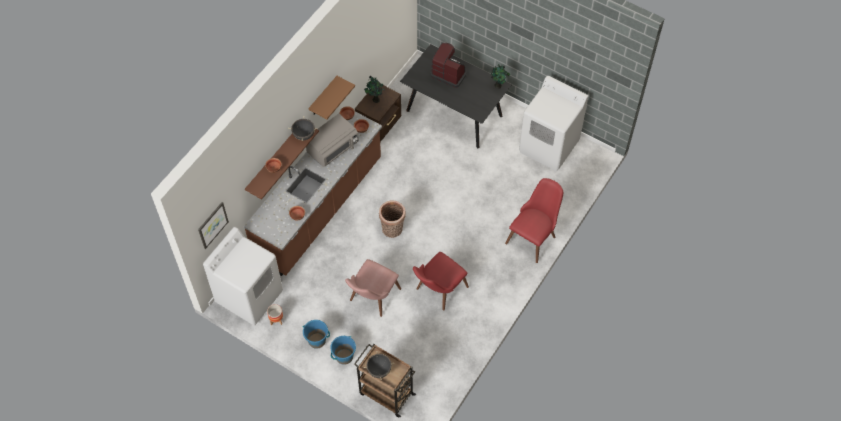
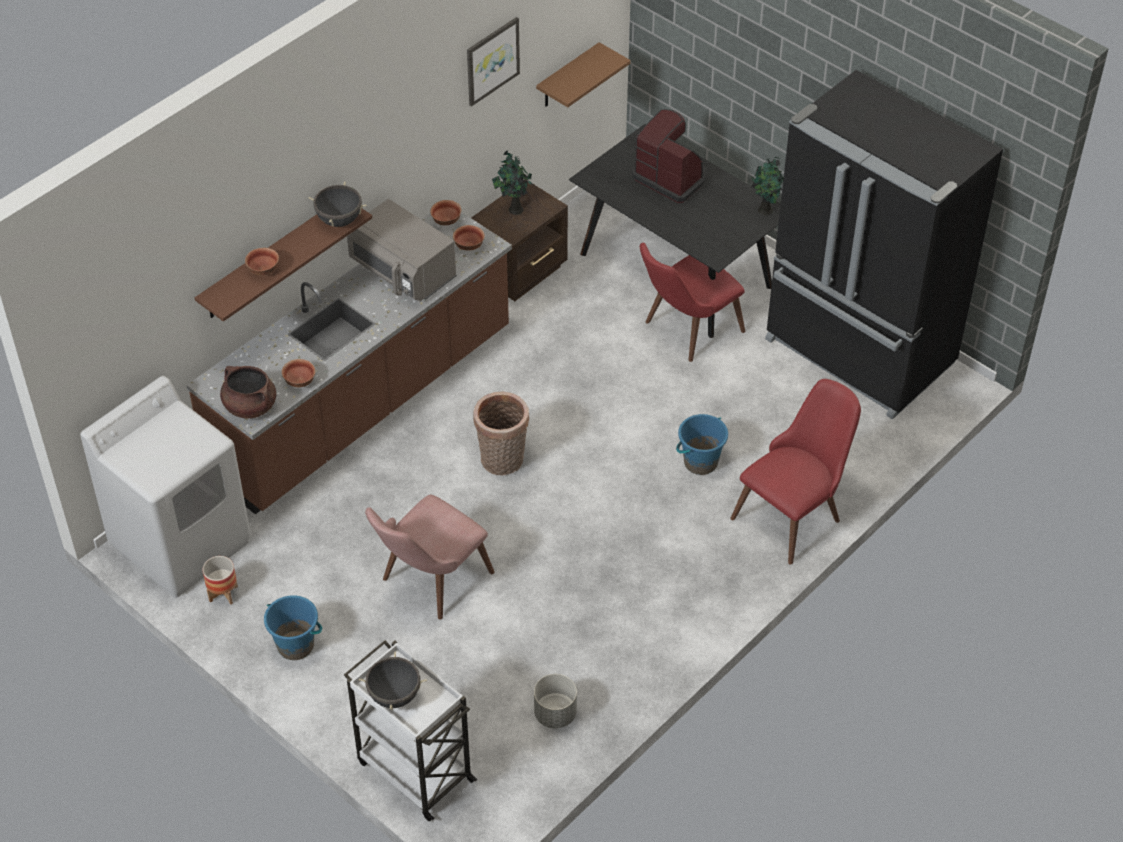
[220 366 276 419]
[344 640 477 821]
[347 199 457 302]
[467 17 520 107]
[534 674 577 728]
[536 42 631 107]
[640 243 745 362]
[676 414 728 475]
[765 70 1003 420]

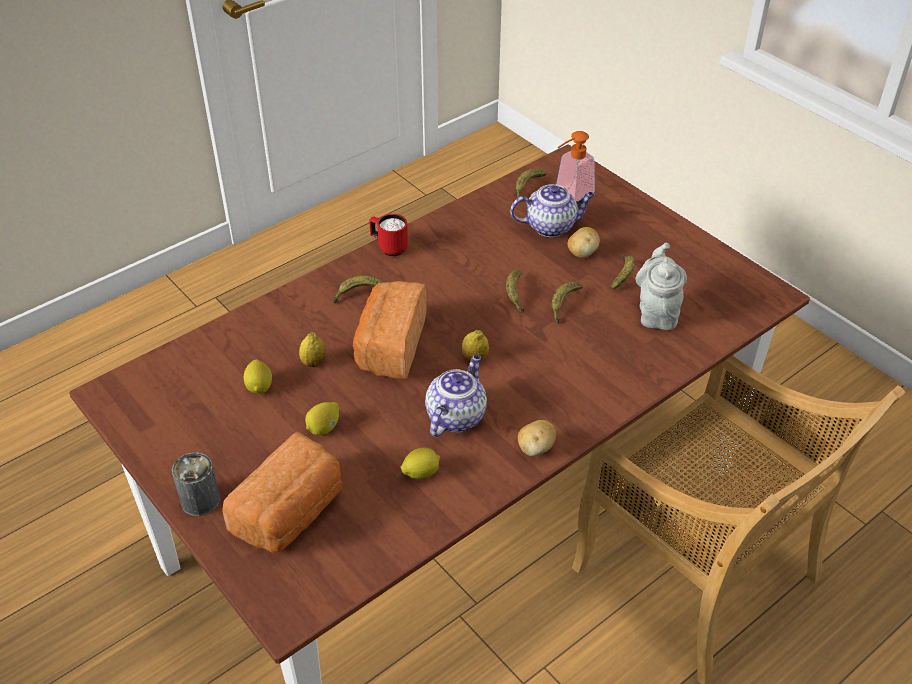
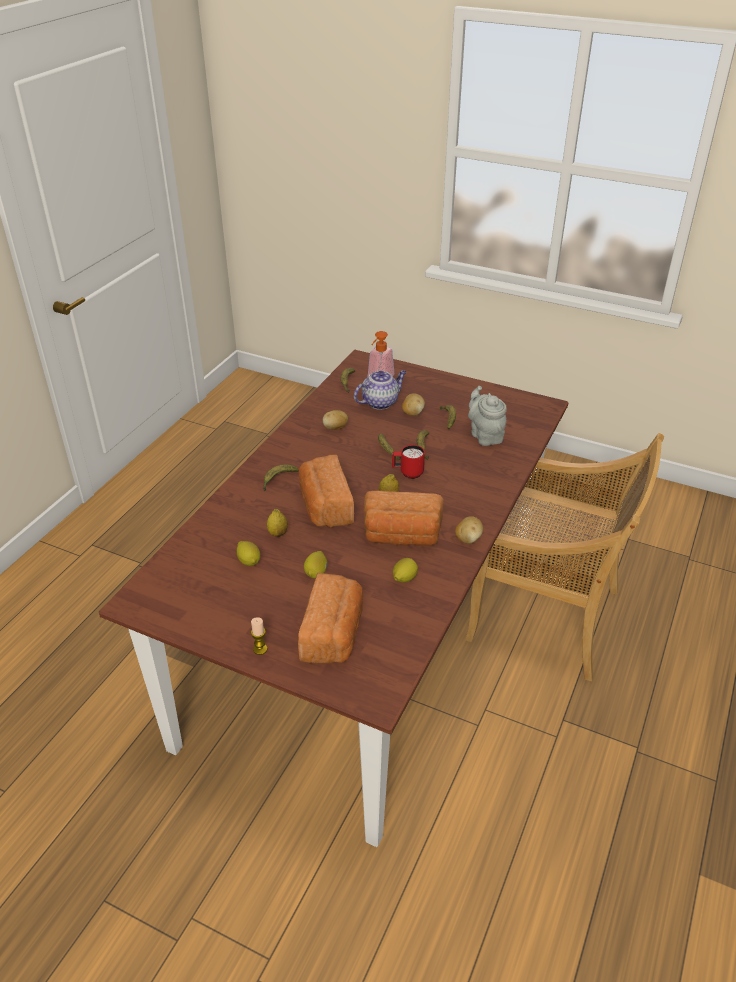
[251 617 267 655]
[322 410 348 430]
[364 491 444 546]
[392 445 425 479]

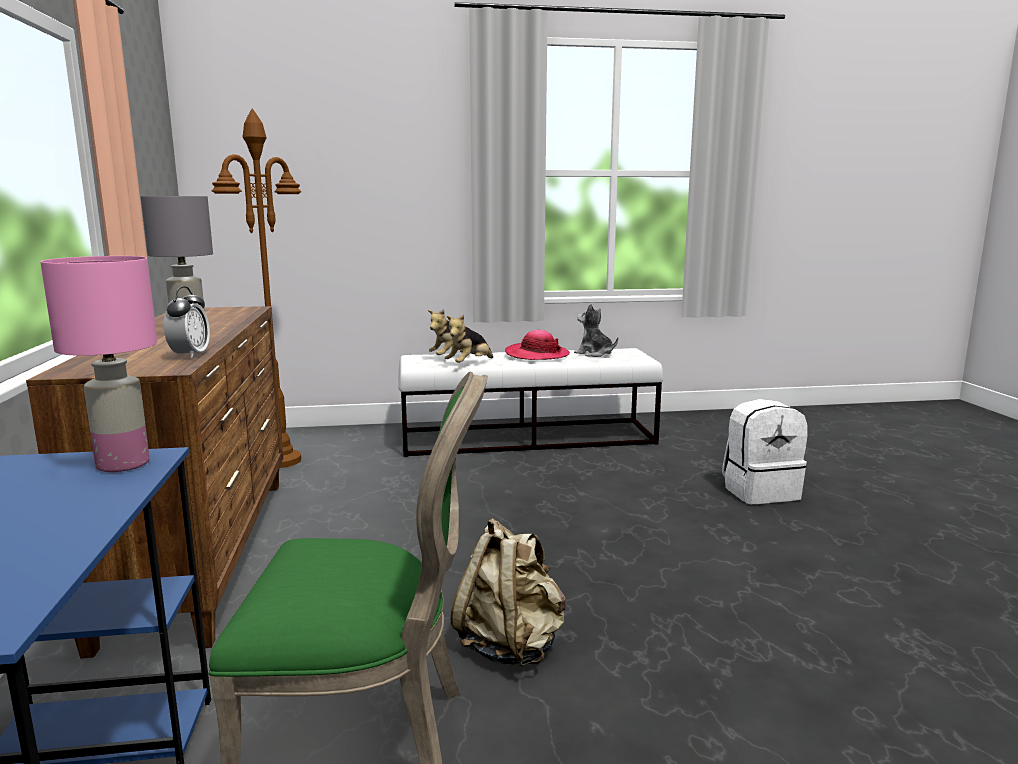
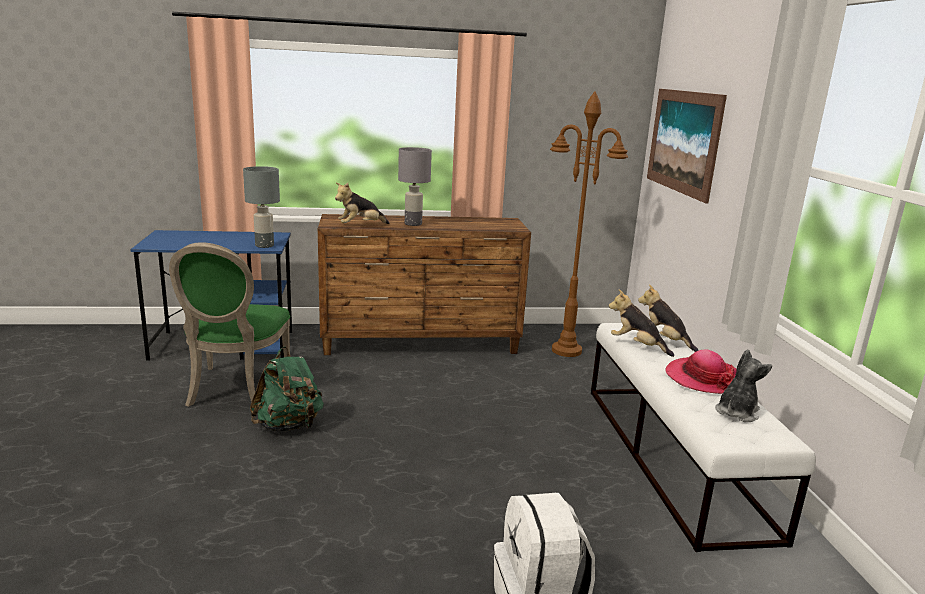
[243 166 280 248]
[250 347 324 431]
[335 182 390 224]
[647 89 727 203]

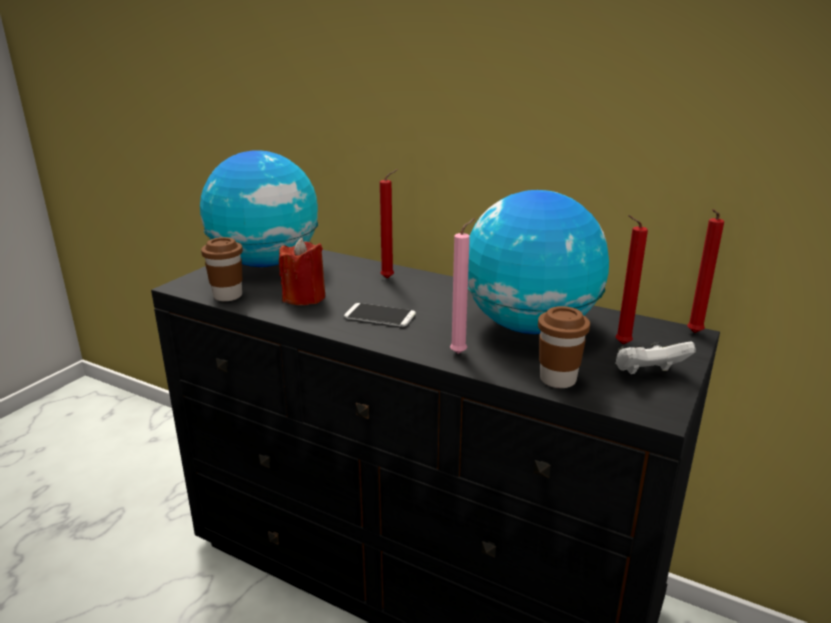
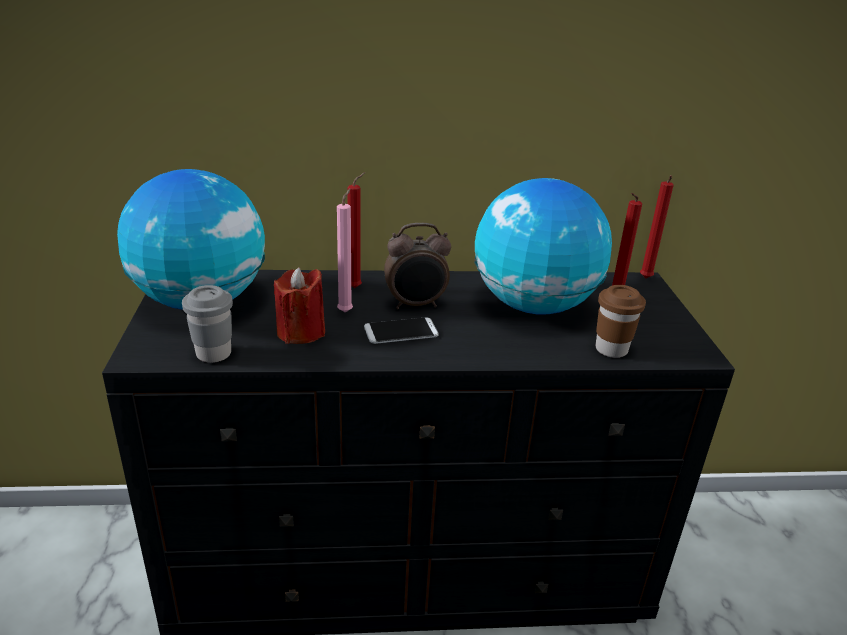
[182 285 233 363]
[337 189 353 312]
[384 223 451 309]
[615 341 696 374] (first image)

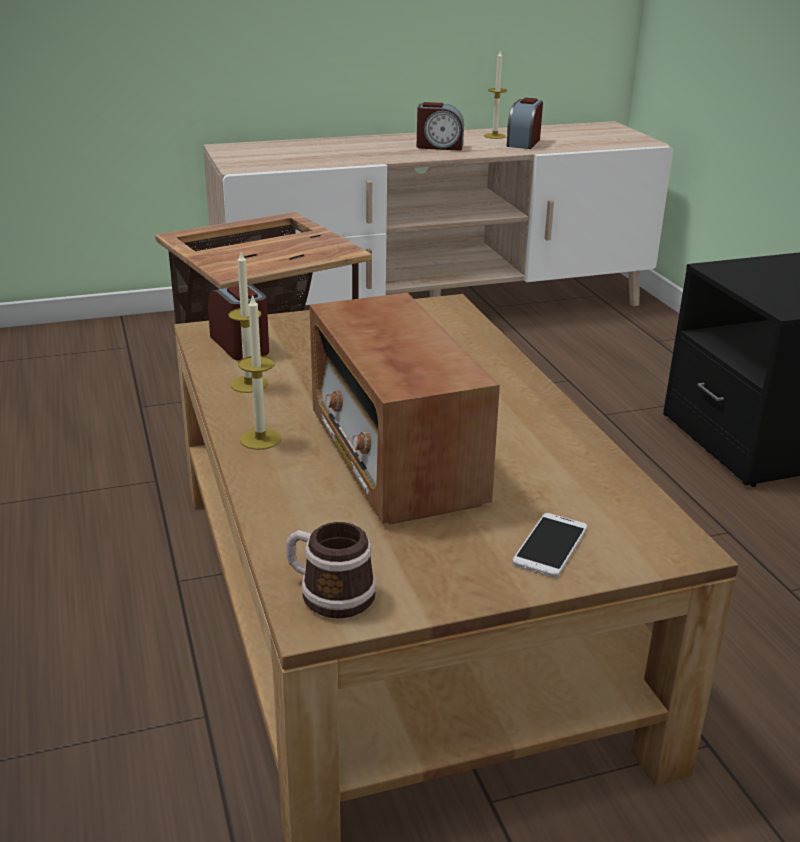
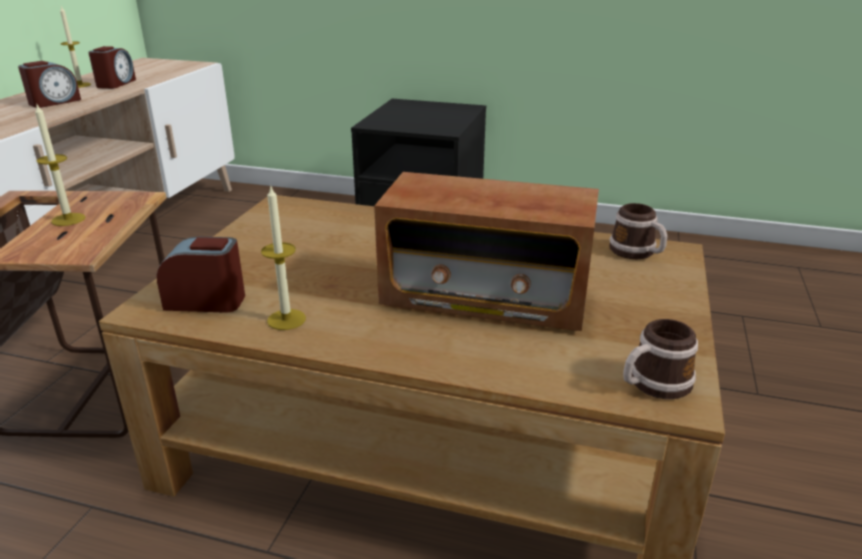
[35 105 86 226]
[88 46 136 89]
[609 203 667 259]
[512 513 587 577] (first image)

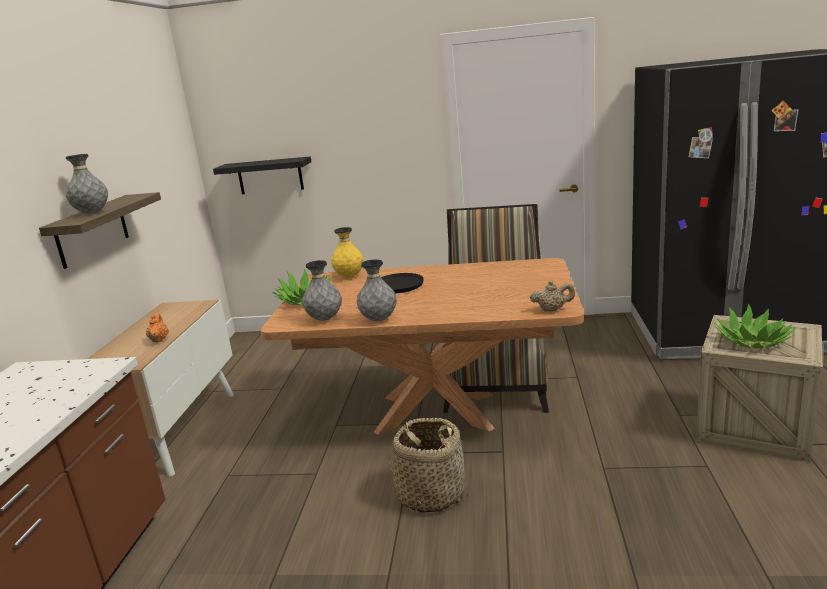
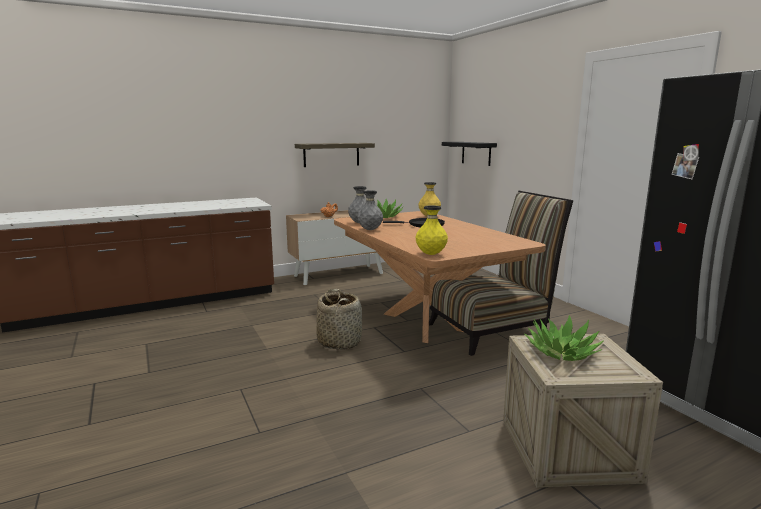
[416 205 448 255]
[66 154 108 214] (first image)

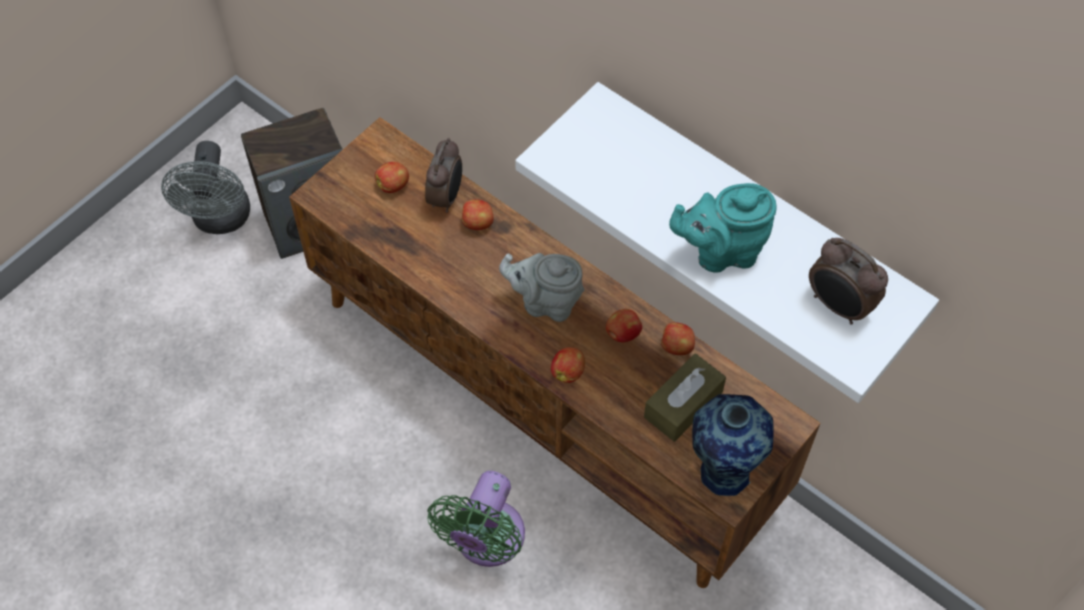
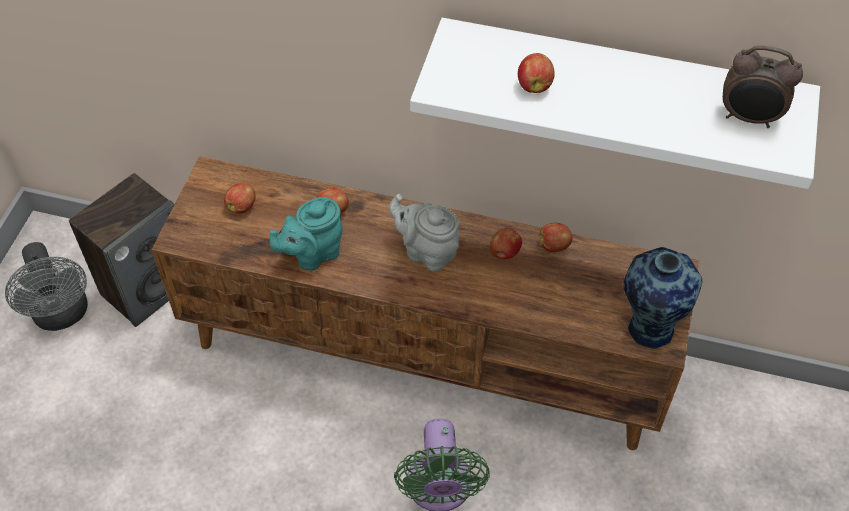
[269 197 342 271]
[389 194 460 272]
[518 53 555 93]
[425 138 462 213] (first image)
[644 353 726 442] (first image)

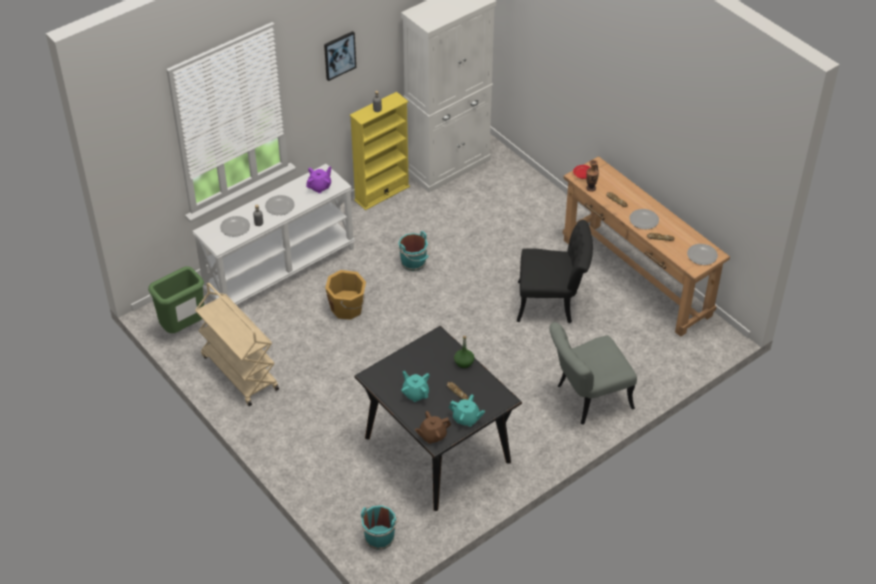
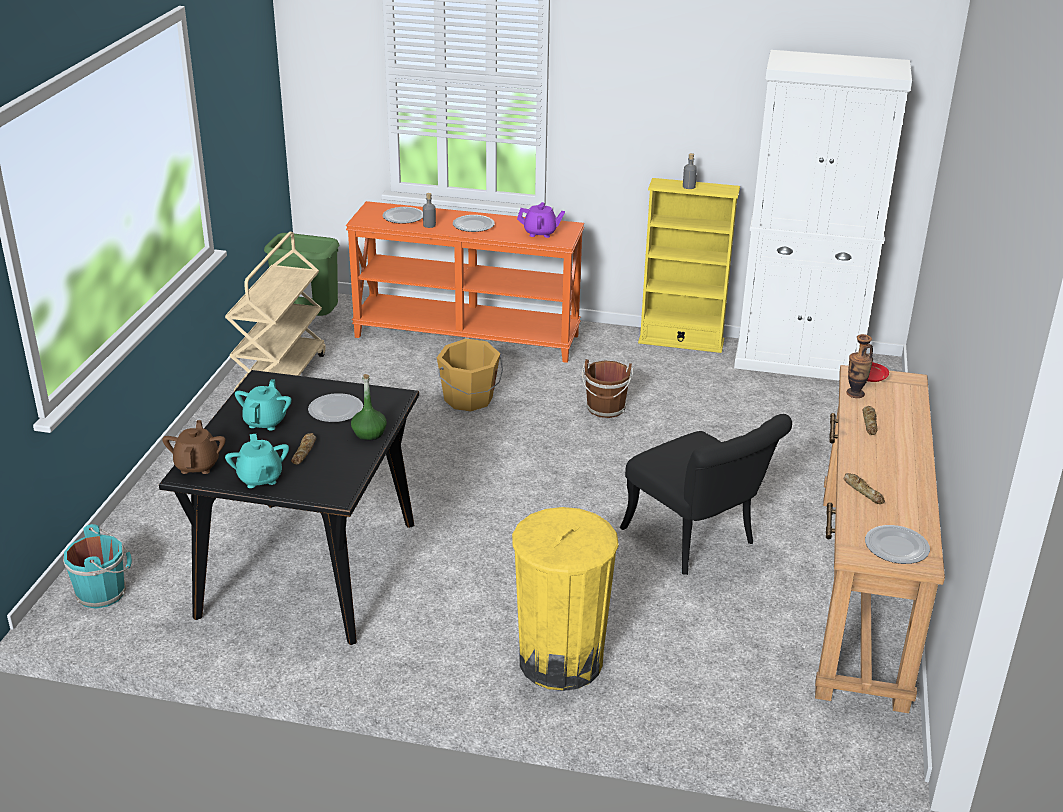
[162 420 226 474]
[308 393 363 422]
[346 201 584 363]
[512 507 619 691]
[582 359 633 418]
[324 31 356 81] (first image)

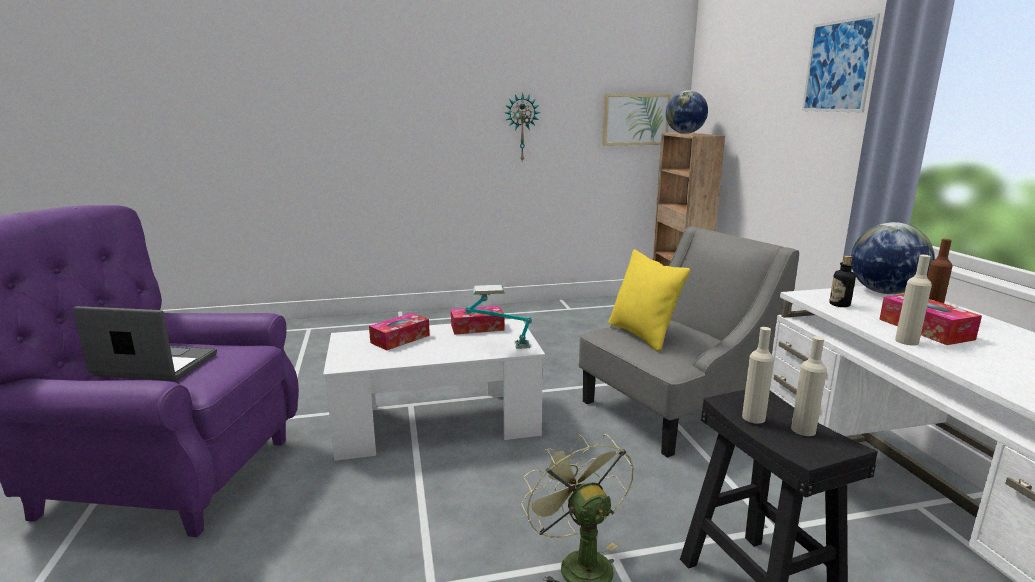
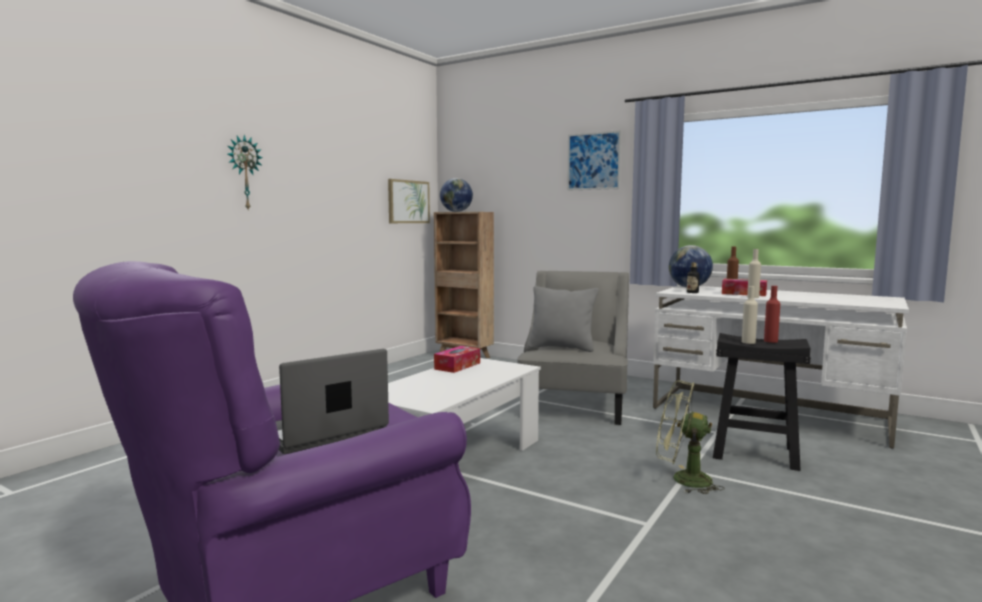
[227 134 263 209]
[528 286 599 352]
[764 286 780 343]
[369 313 430 351] (first image)
[466 285 532 349] (first image)

